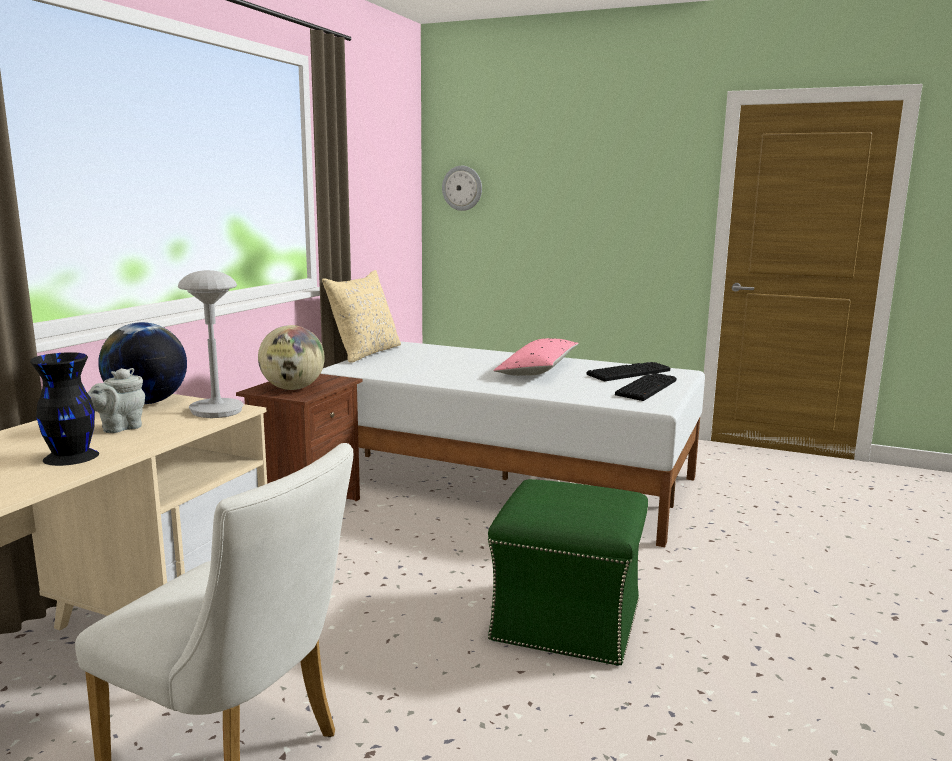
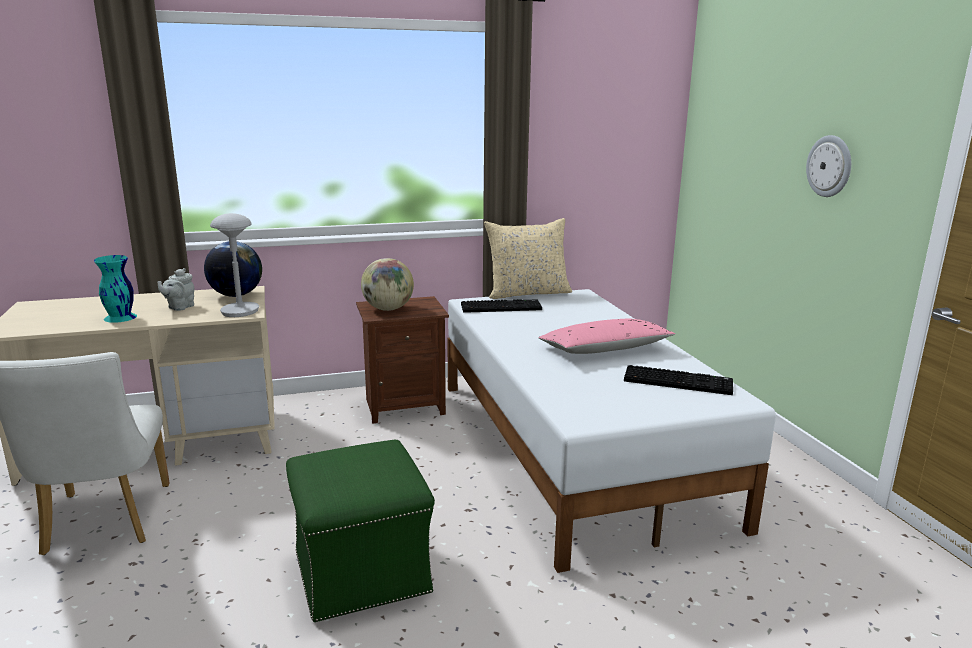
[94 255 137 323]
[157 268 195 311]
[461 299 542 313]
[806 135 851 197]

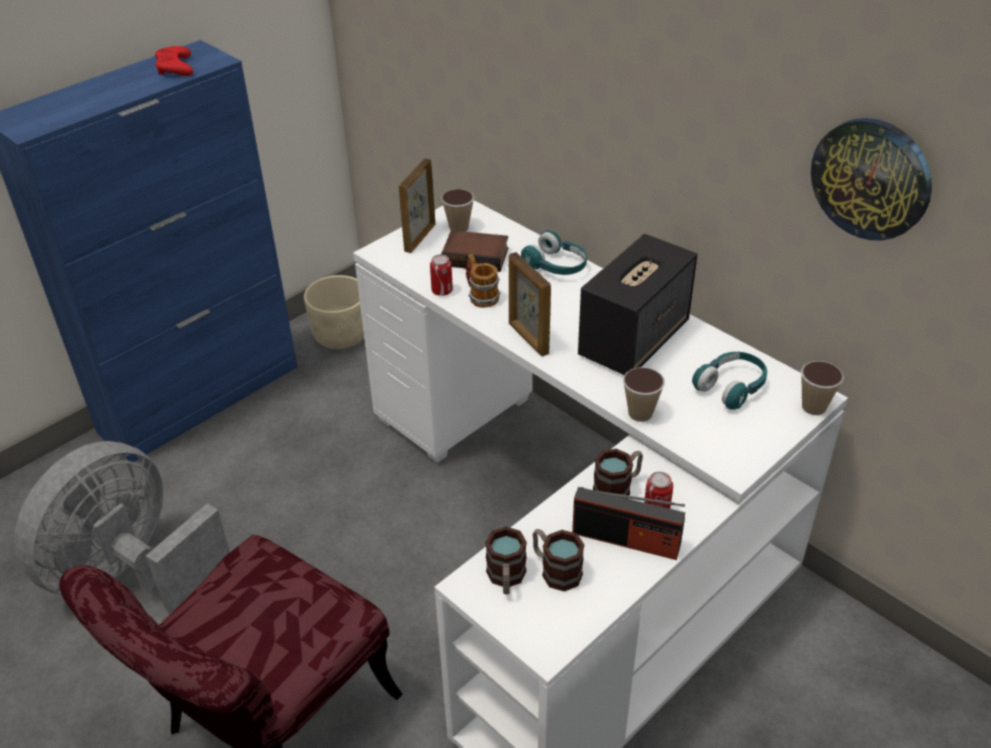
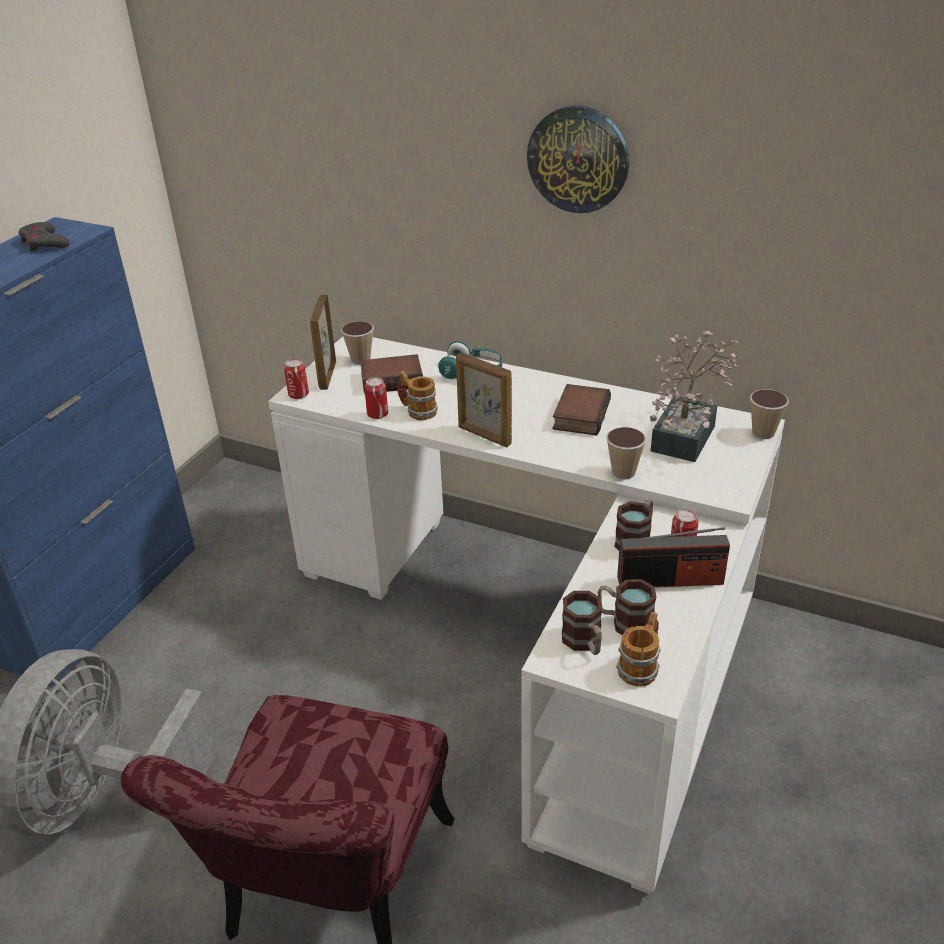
[18 222 69 251]
[284 359 309 399]
[527 105 629 213]
[553 384 611 435]
[616 612 661 686]
[650 331 738 462]
[304 275 364 349] (first image)

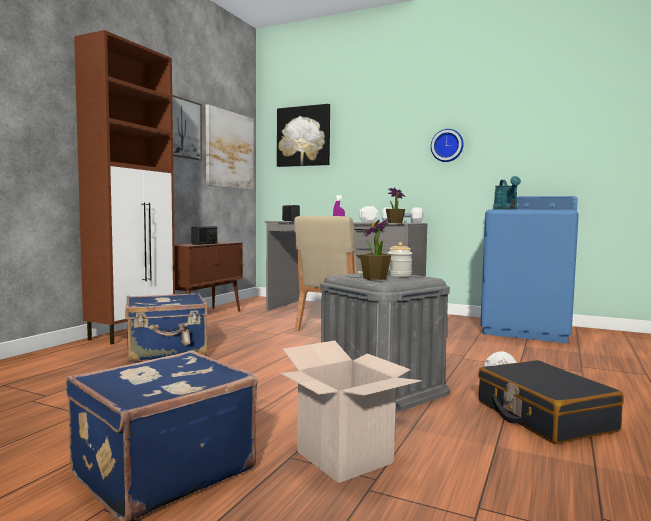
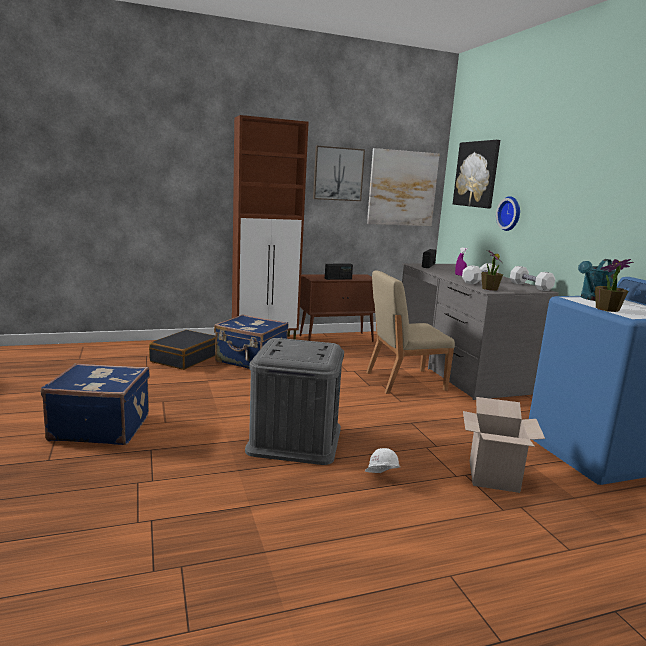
[149 330 216 370]
[463 397 545 493]
[496 196 520 231]
[595 259 633 312]
[387 242 412 277] (first image)

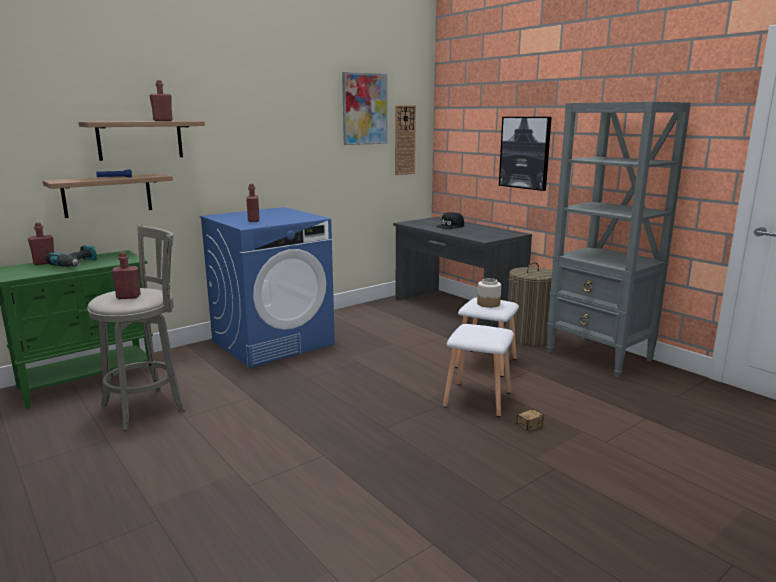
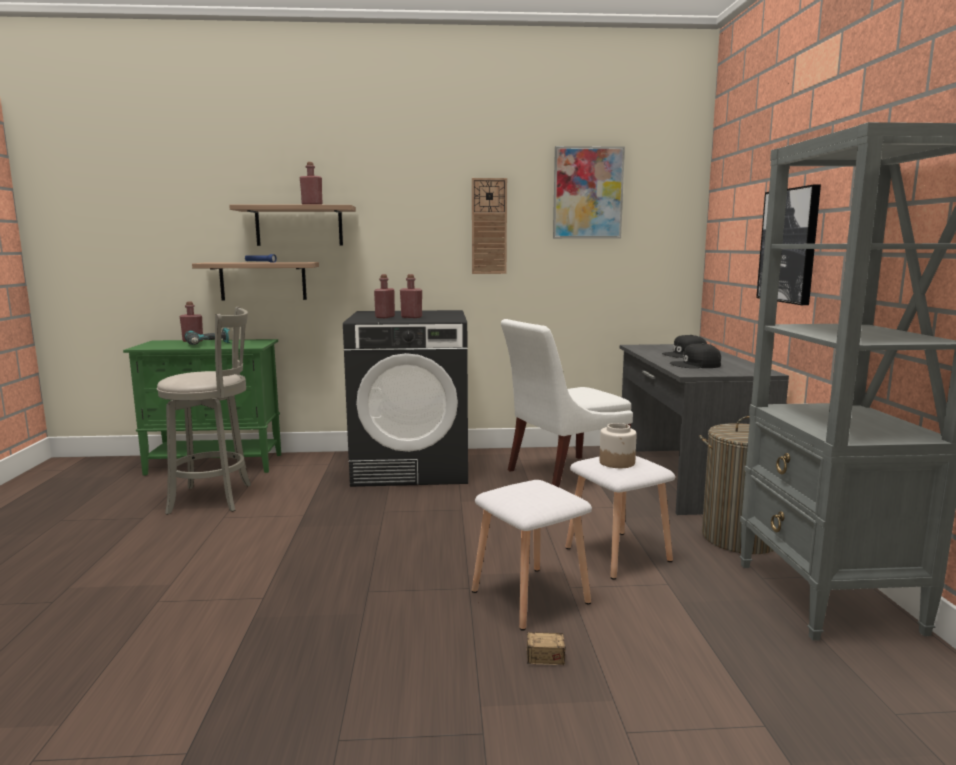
[343 310 468 487]
[400 274 422 318]
[472 178 507 274]
[501 319 633 487]
[670 343 721 368]

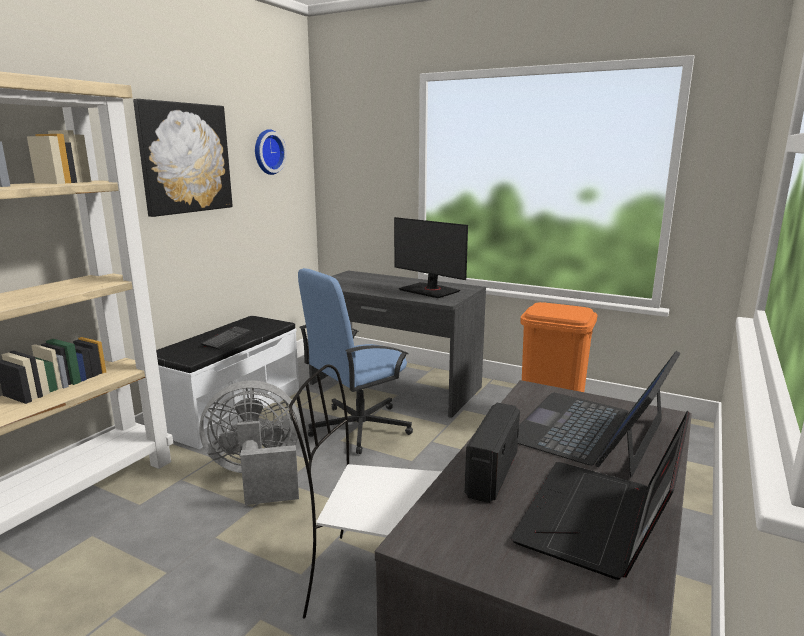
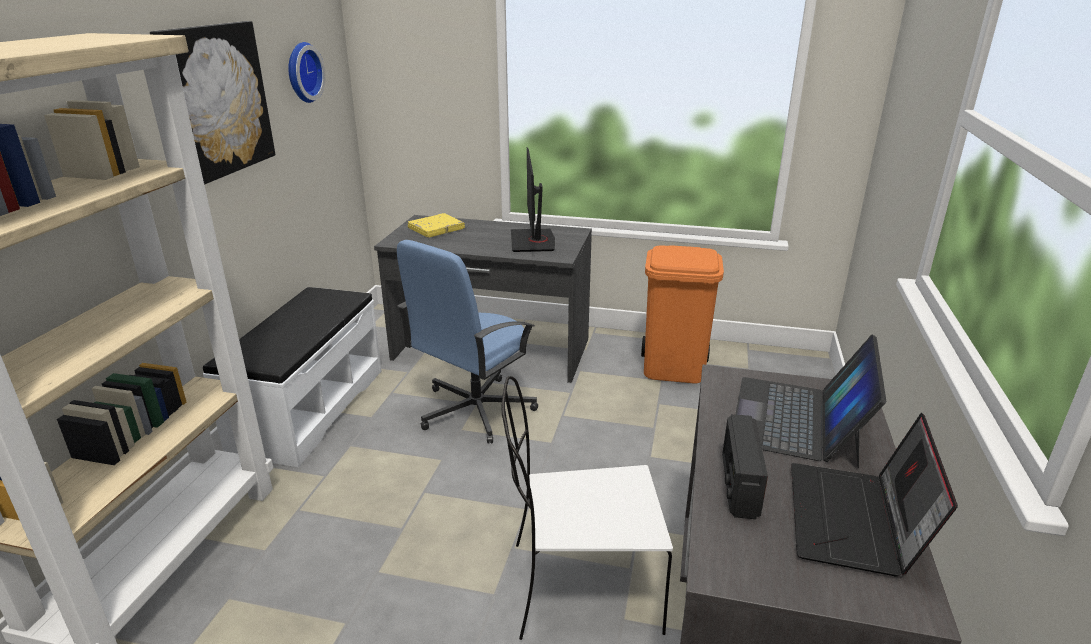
[408 213 465 238]
[511 147 555 252]
[199 381 301 505] (first image)
[201 326 253 349] (first image)

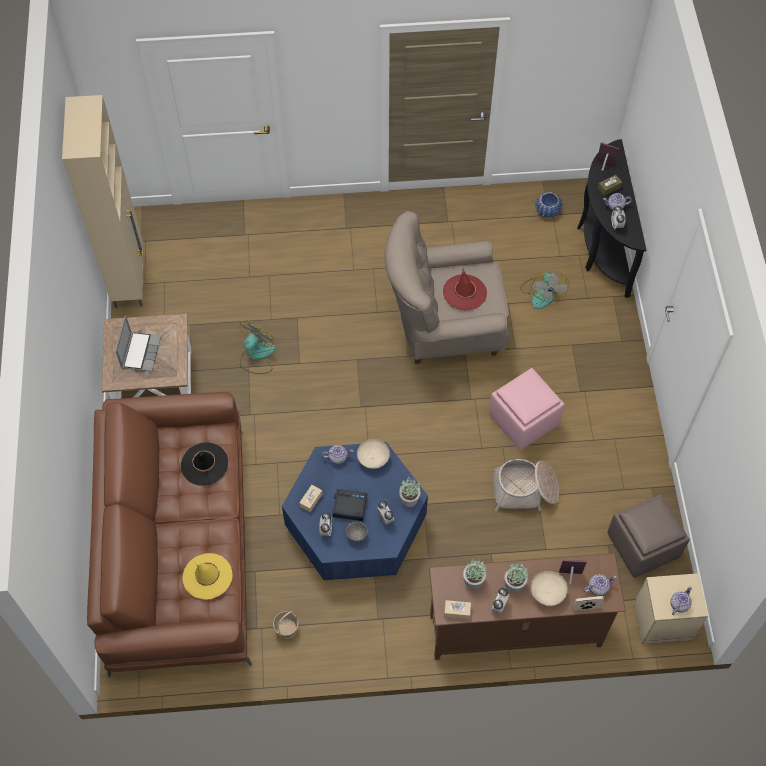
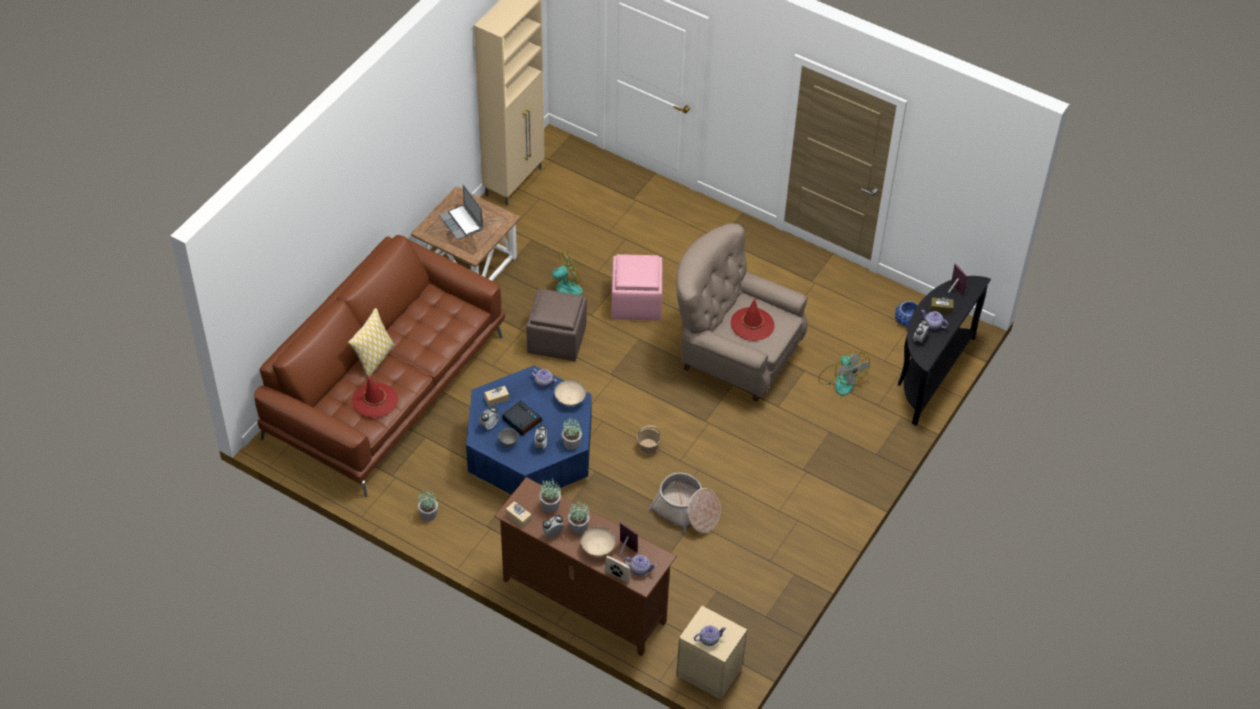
[348 308 395 378]
[352 375 398 418]
[418 489 438 521]
[439 184 483 240]
[526 289 587 361]
[611 254 663 320]
[637 426 661 455]
[818 351 870 396]
[181 442 228 486] (first image)

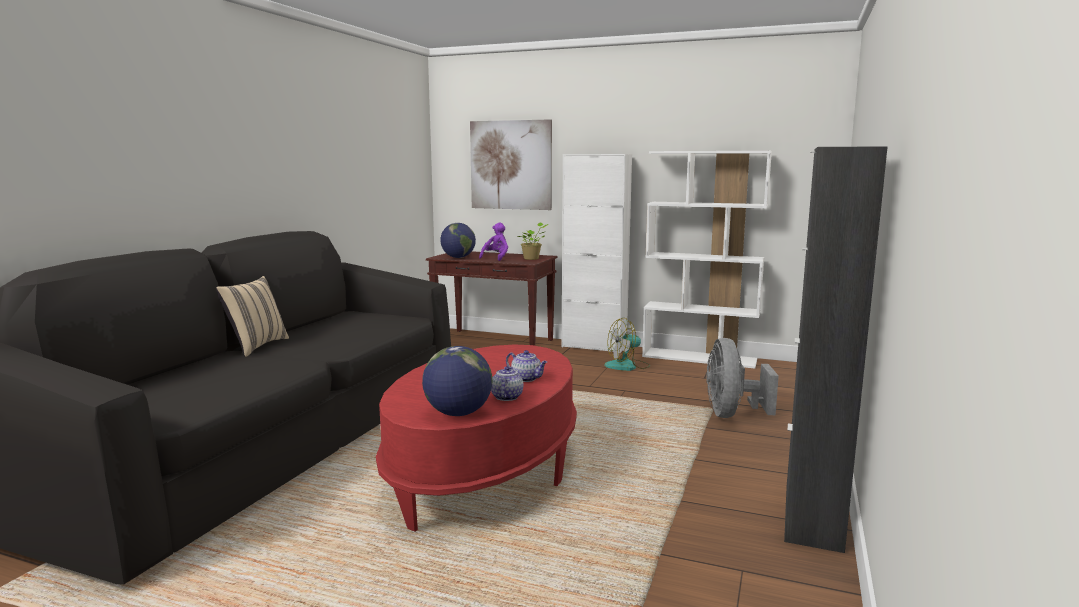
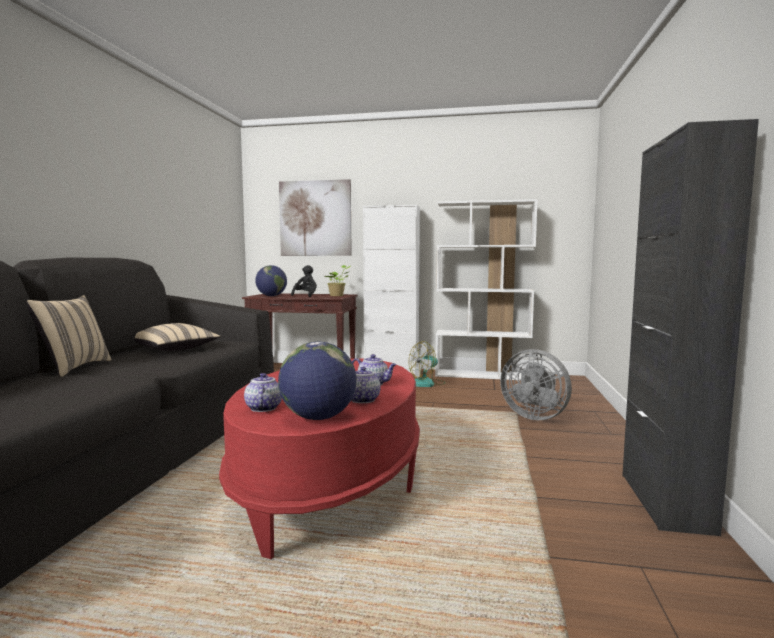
[135 323 221 351]
[244 373 282 412]
[291 265 317 297]
[500 349 572 420]

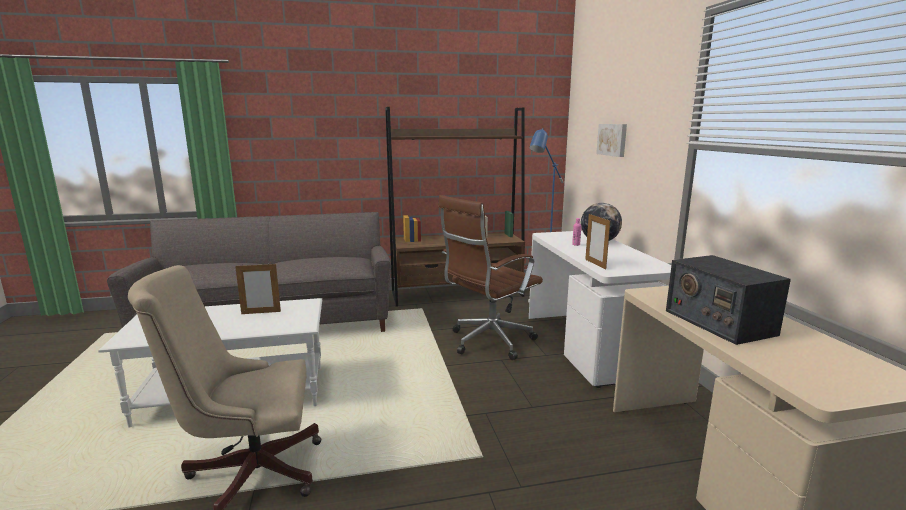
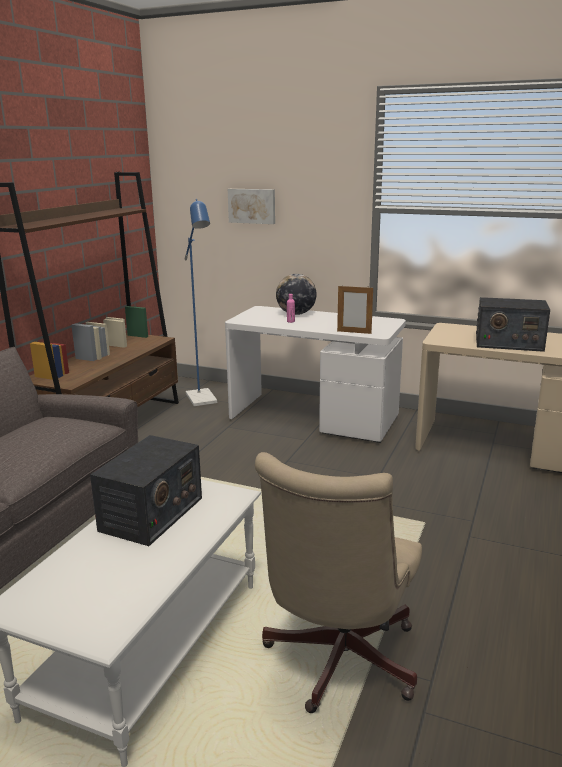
[90 435 202 546]
[438 195 543 360] (first image)

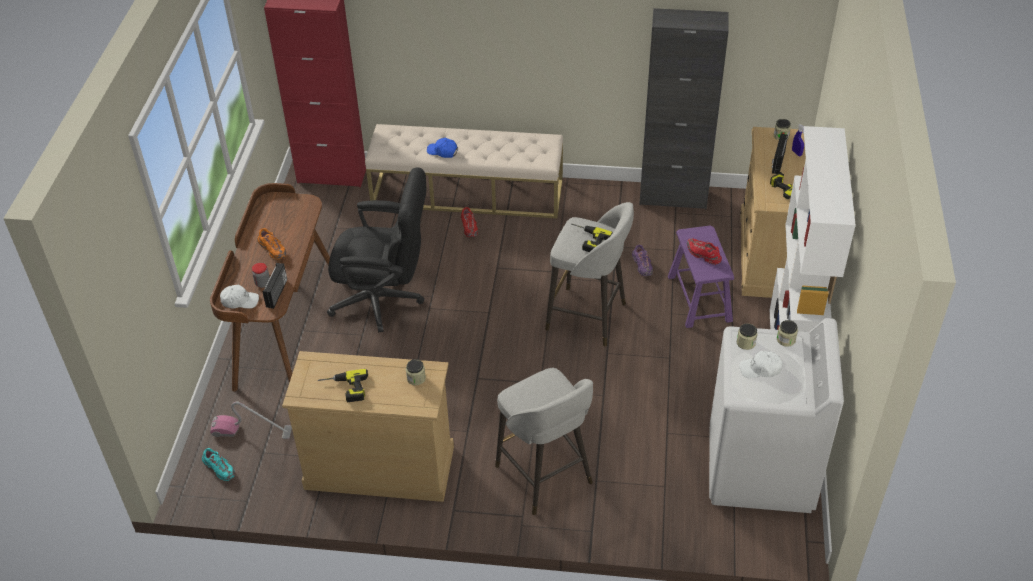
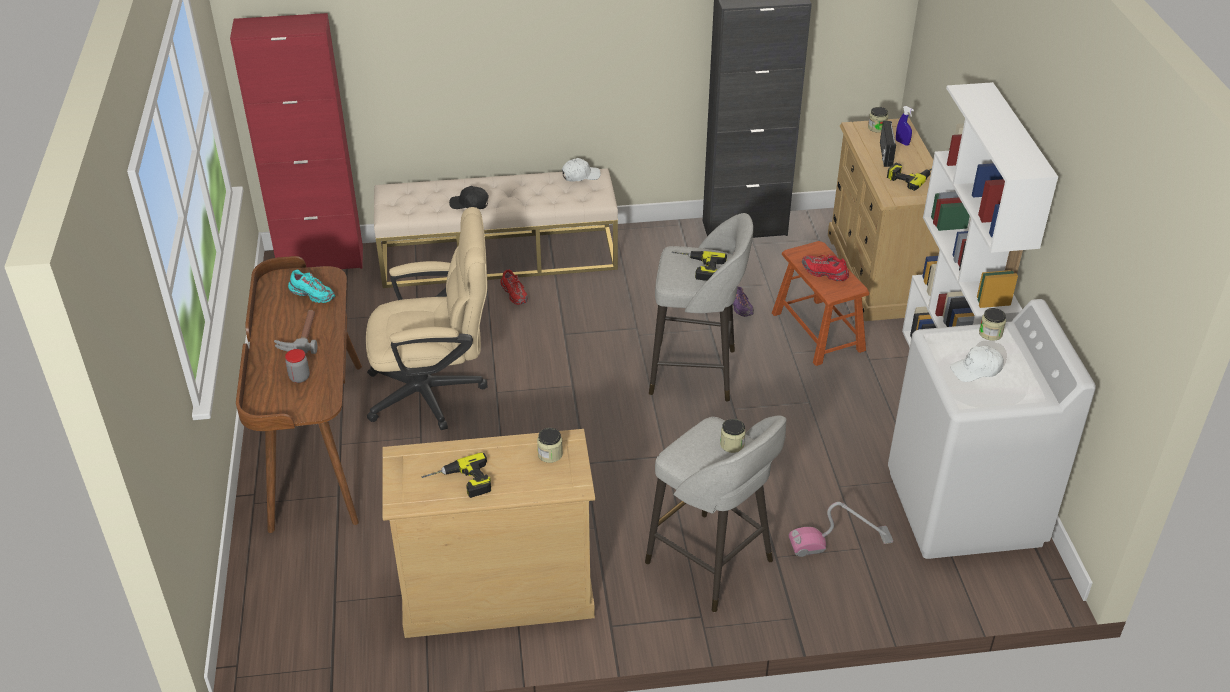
[274 310 317 354]
[288 270 335 303]
[366 207 488 430]
[449 186 489 209]
[562 158 601 181]
[720 419 746 453]
[772 241 869 366]
[788 502 893 557]
[263 263 287 309] (first image)

